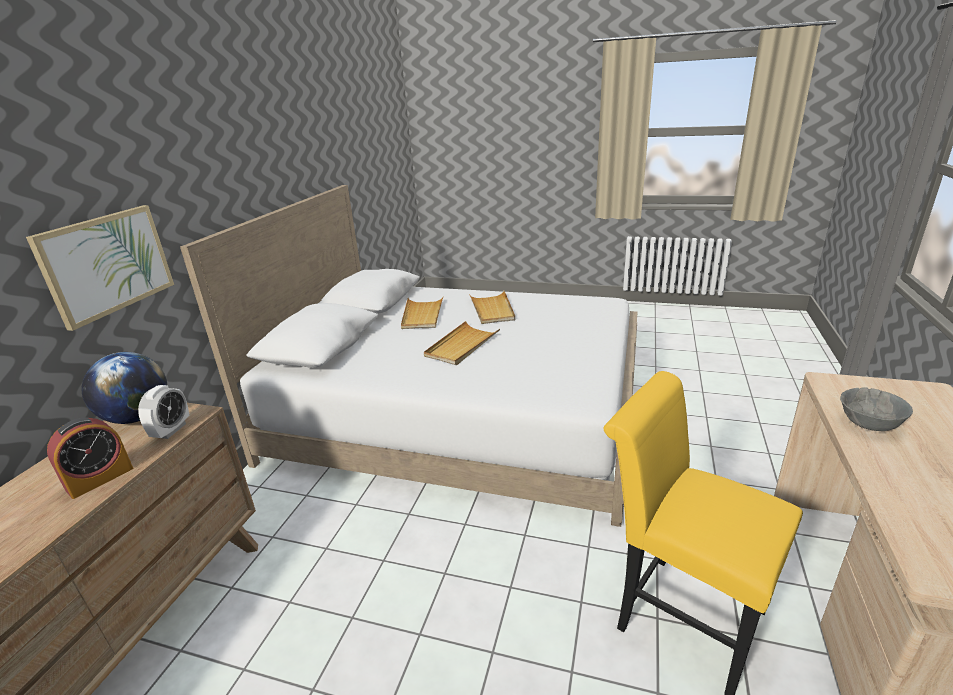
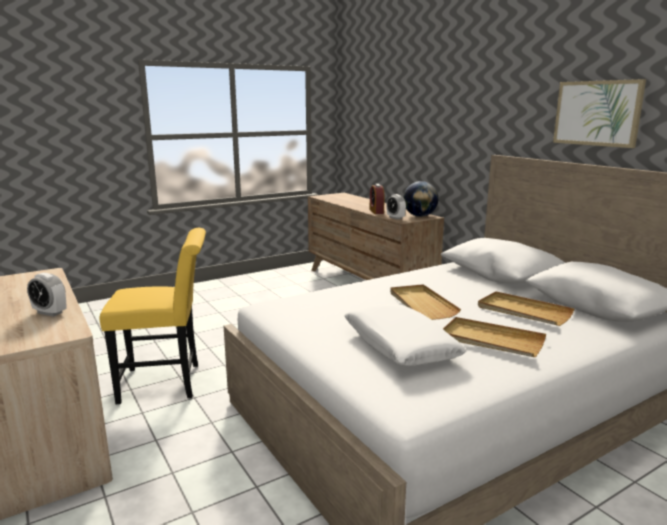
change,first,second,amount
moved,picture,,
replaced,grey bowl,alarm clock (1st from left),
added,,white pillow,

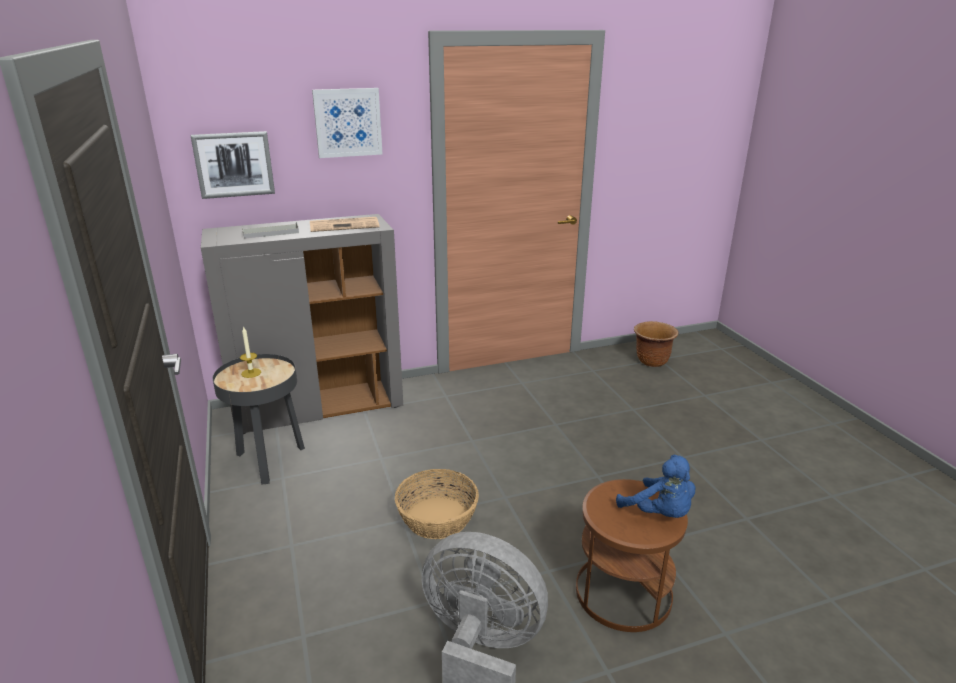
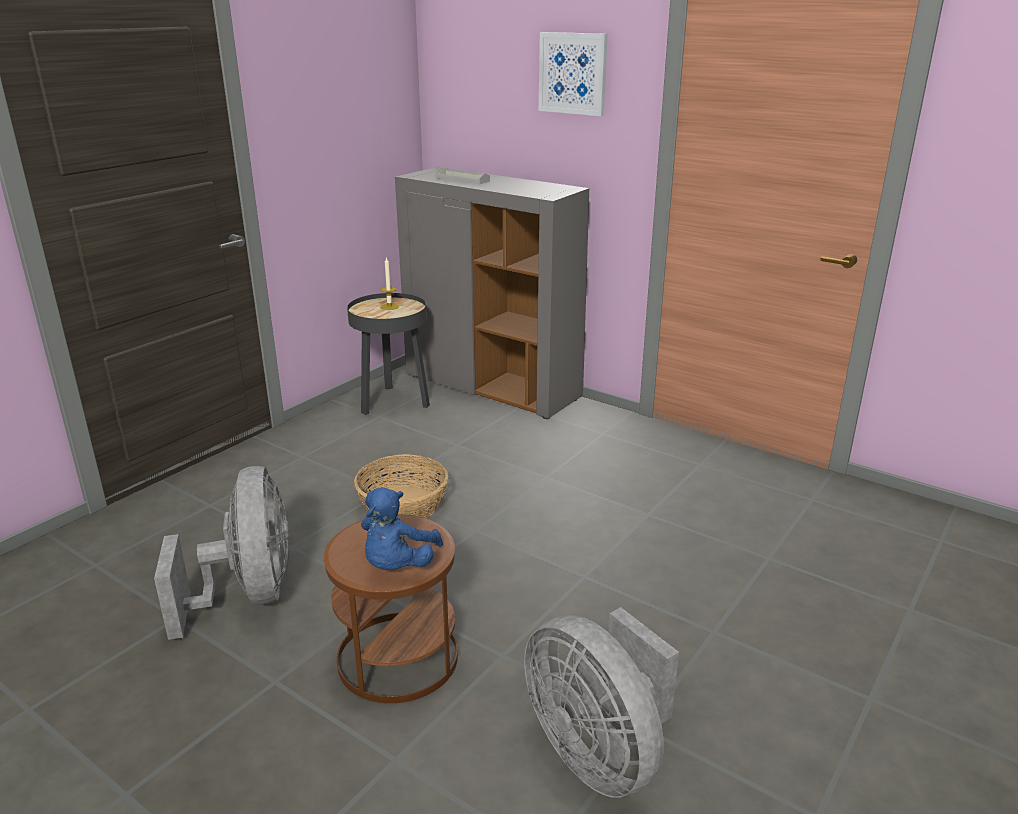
change,first,second,amount
removed,picture (1st from left),,
removed,newspaper,,
removed,brown planter,,
added,,grey fan (2nd from left),

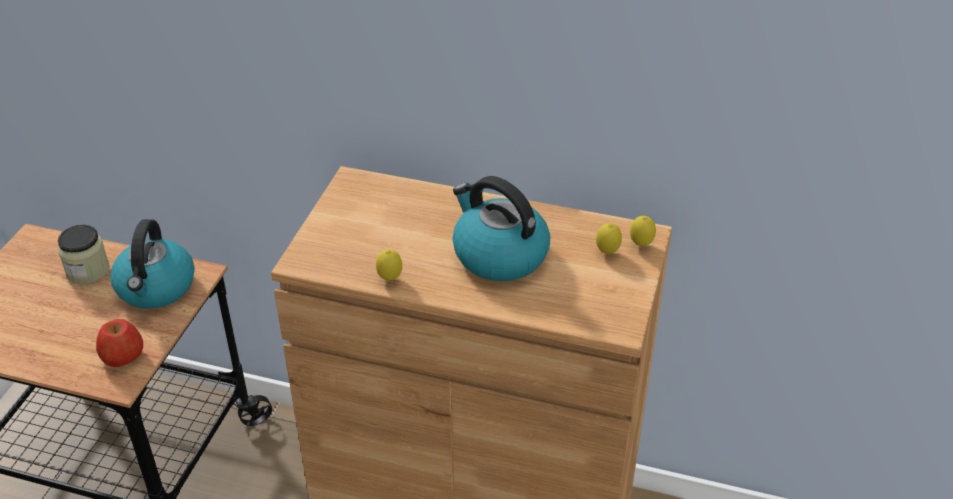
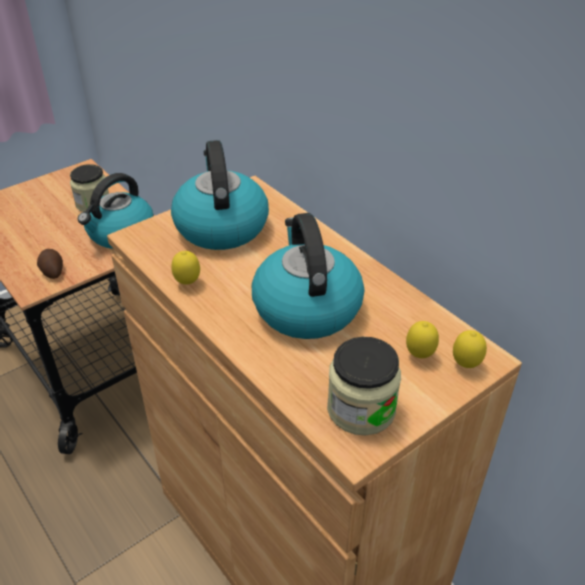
change,first,second,amount
replaced,apple,potato,
added,,kettle (2nd from left),
added,,jar (2nd from left),

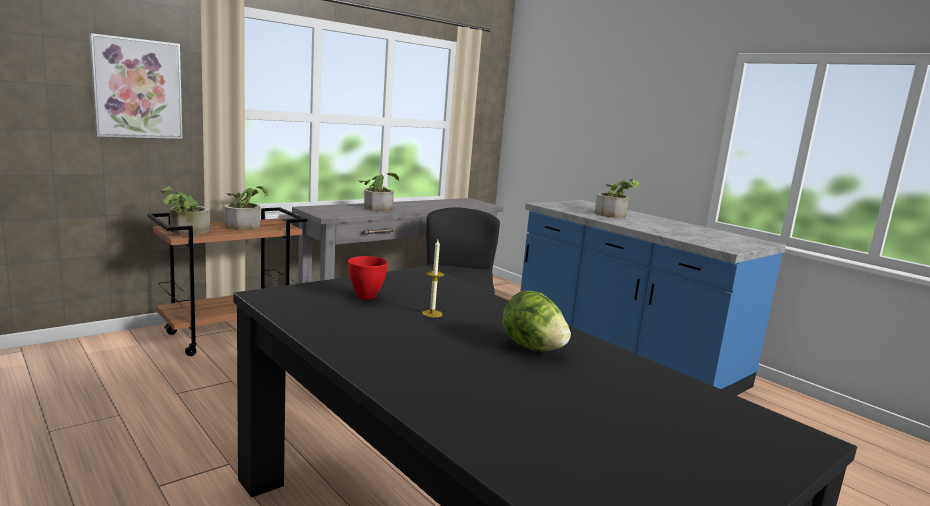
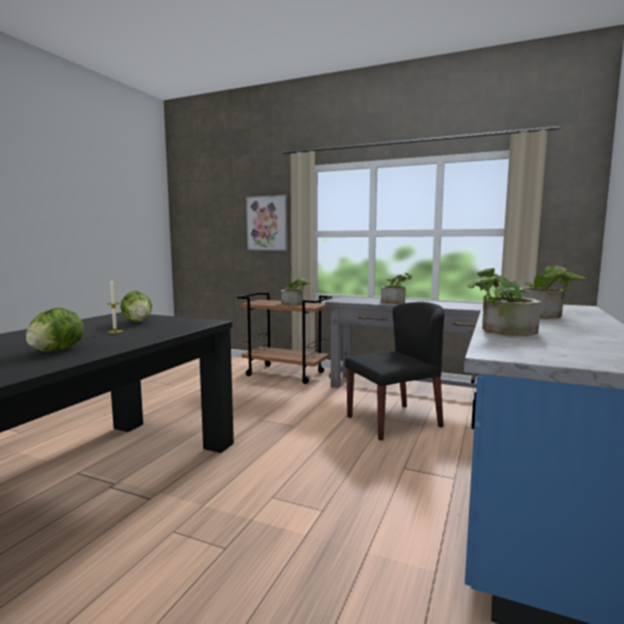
change,first,second,amount
moved,potted plant (1st from left in the first image),potted plant (3rd from left),
replaced,red bowl,lettuce (2nd from left),

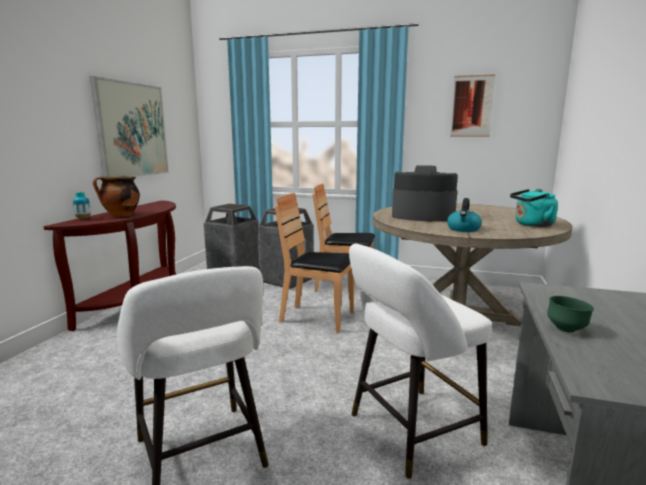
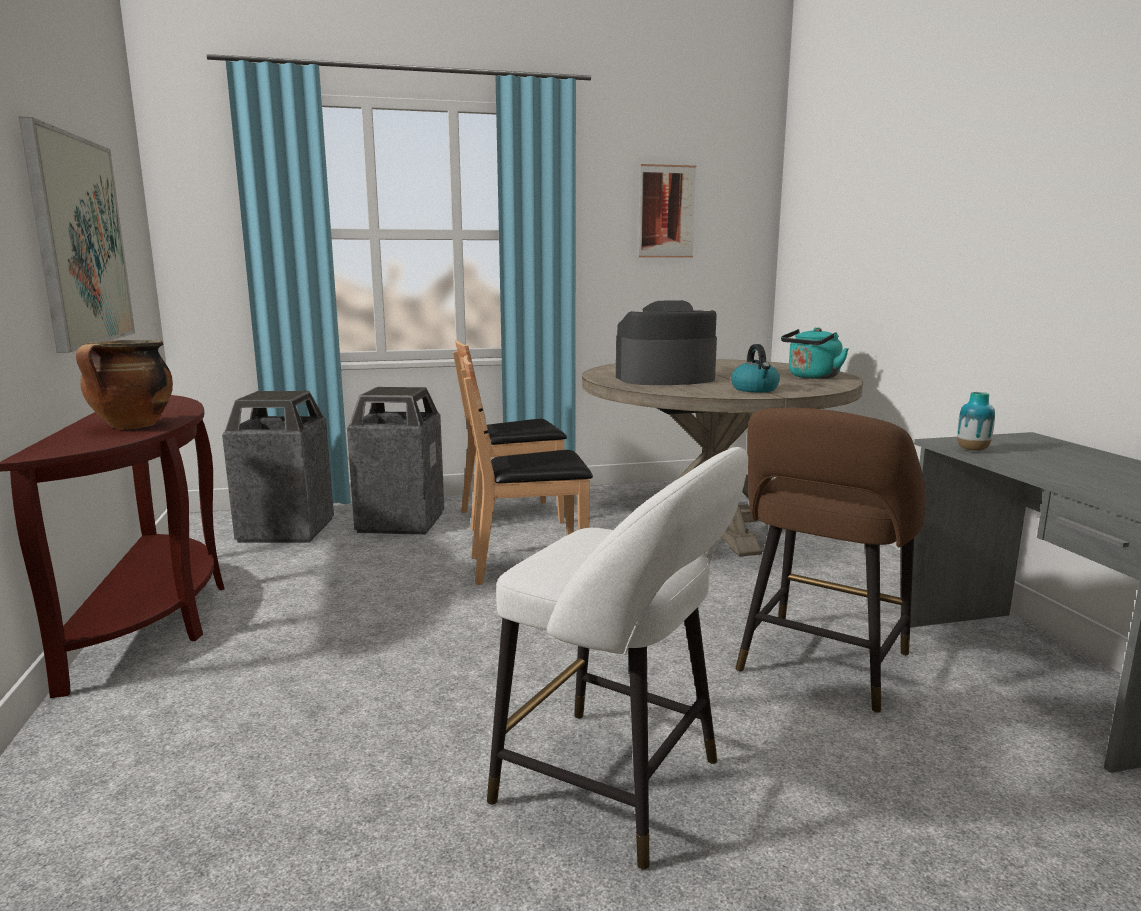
change,first,second,amount
moved,vase,,
recoloured,white stool (2nd from left),brown stool,
removed,green bowl,,

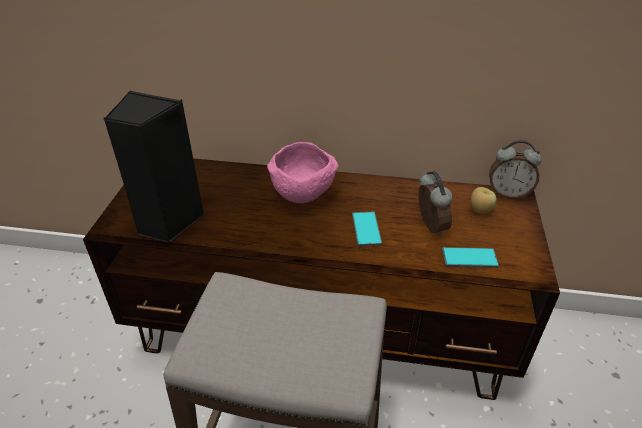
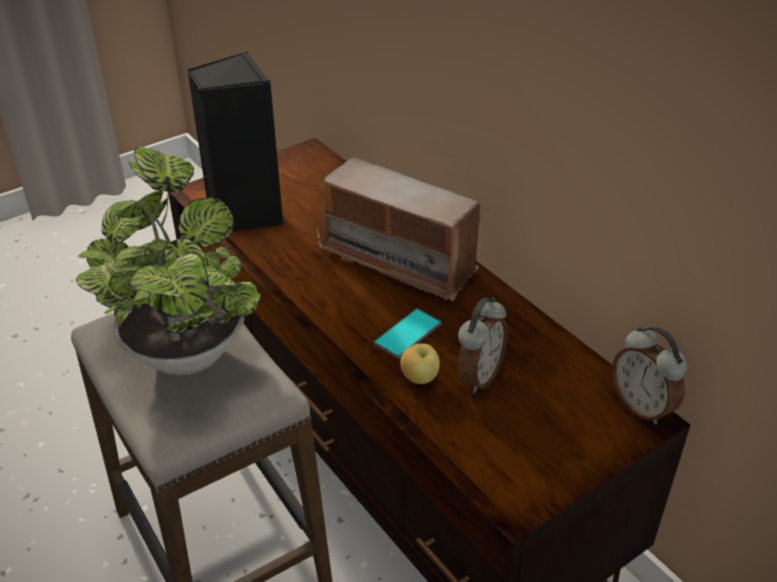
change,first,second,amount
replaced,pink bowl,radio,
moved,apple,,
removed,phone (2nd from left),,
added,,potted plant,

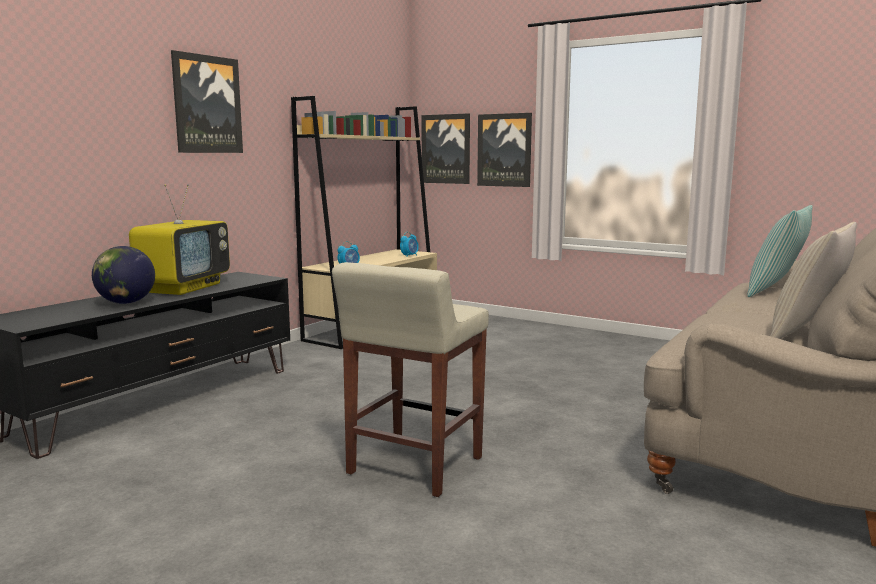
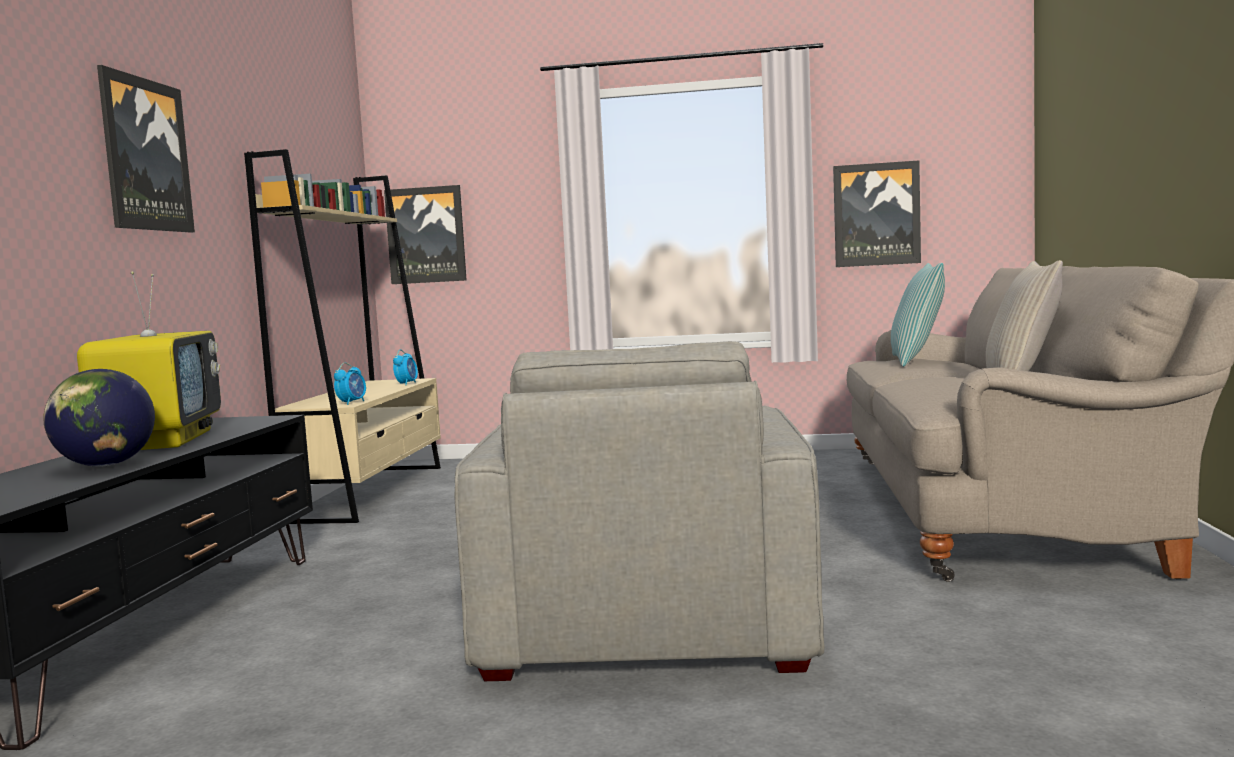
change,first,second,amount
moved,picture (3rd from left),,
replaced,beige stool,grey armchair,

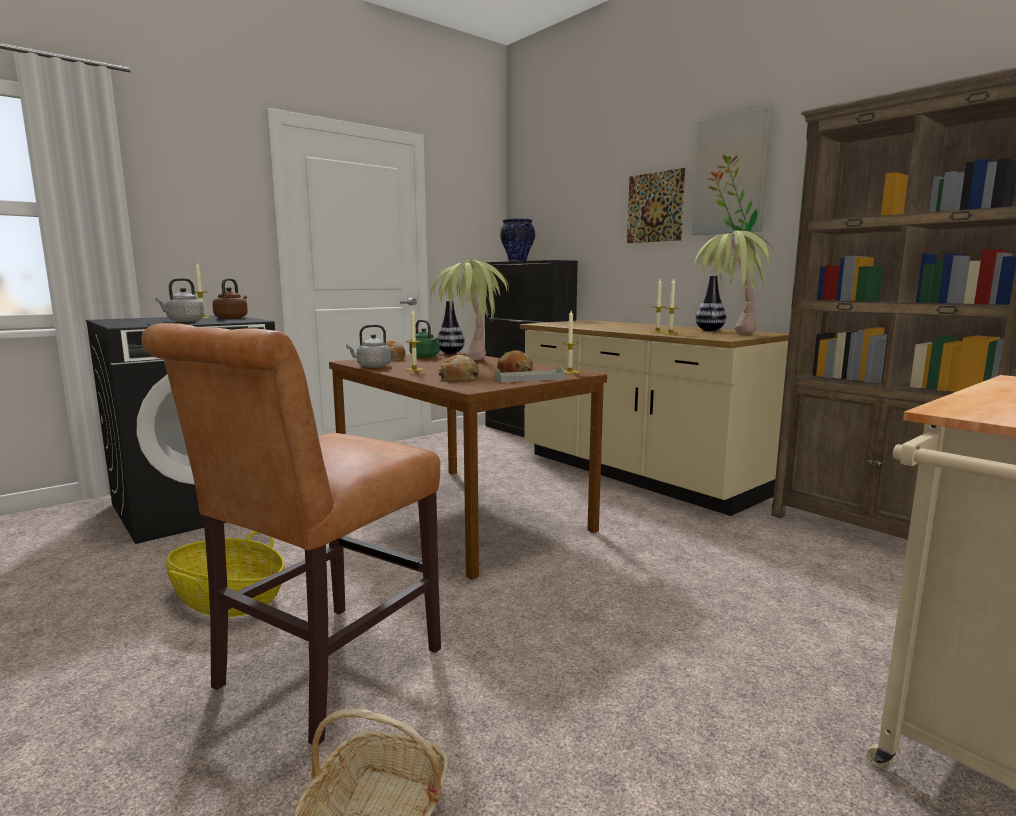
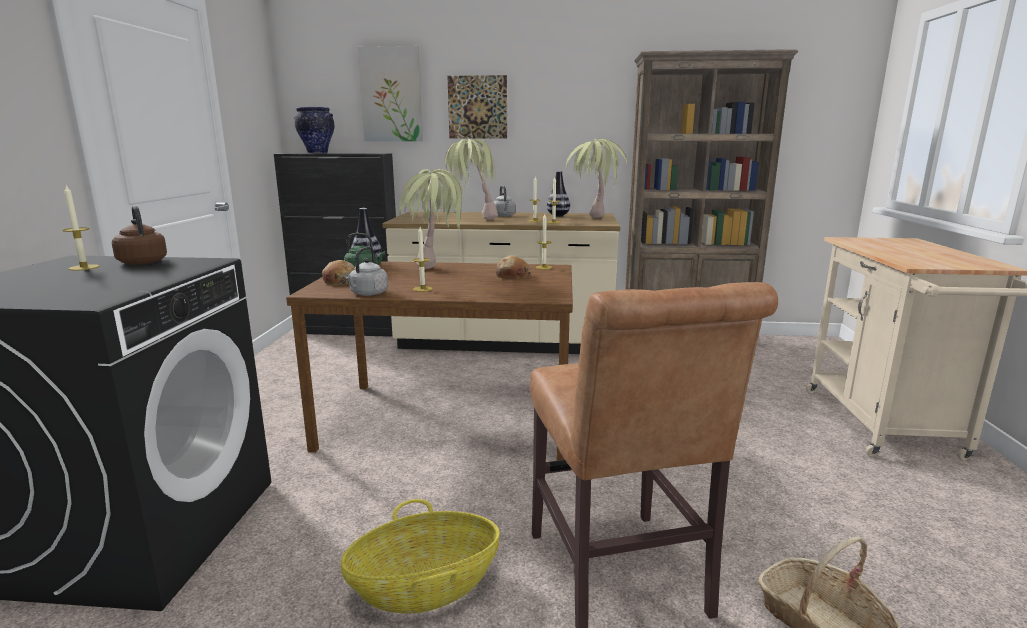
change,first,second,amount
moved,picture (2nd from left in the first image),picture (1st from left),
moved,grey kettle (1st from left in the first image),grey kettle (2nd from left),
removed,bread (2nd from left),,
removed,grey tray,,
added,,potted plant (2nd from left),

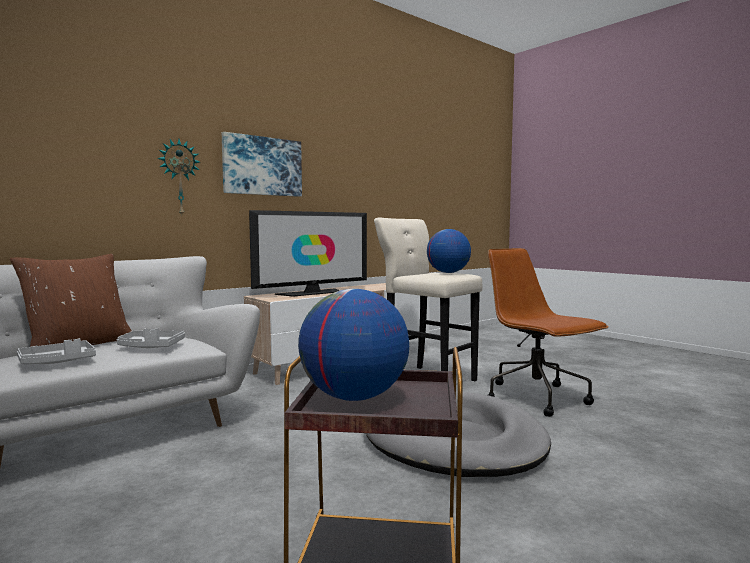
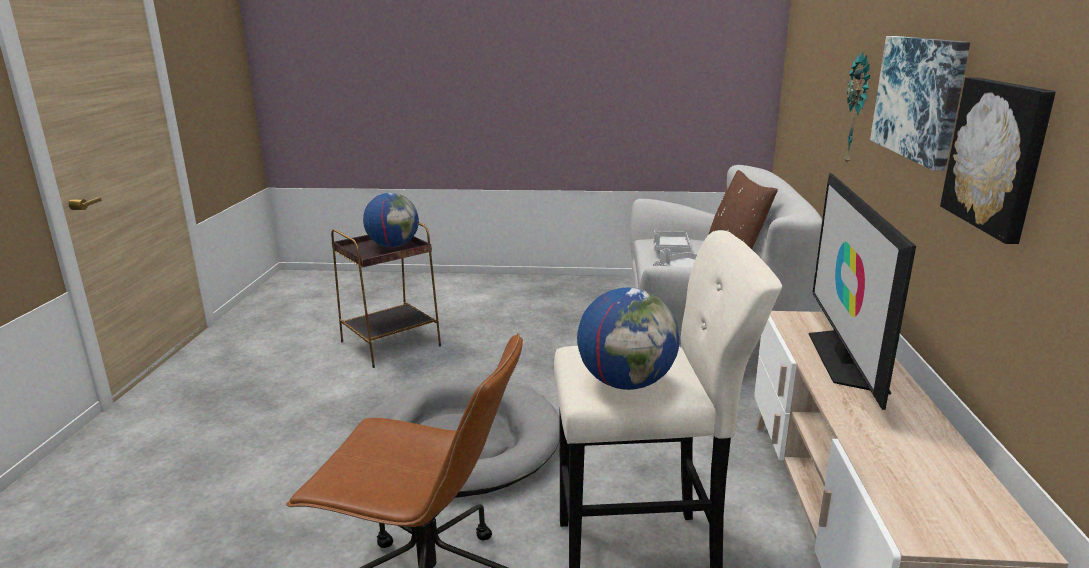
change,first,second,amount
added,,picture (2nd from left),

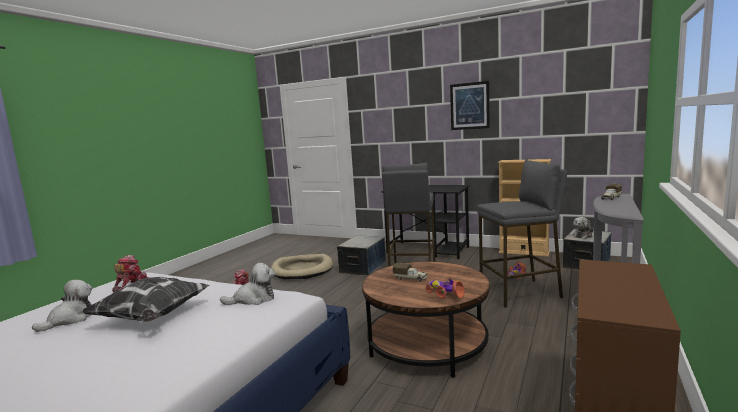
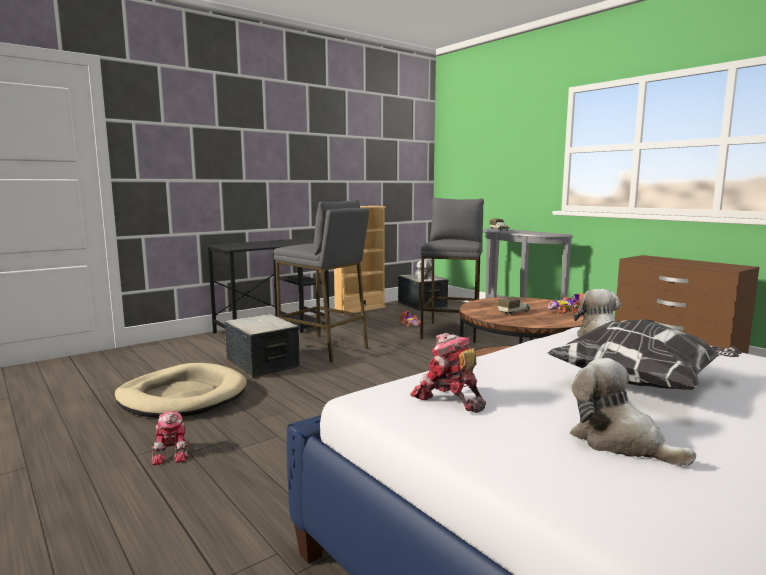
change,first,second,amount
removed,picture,,

